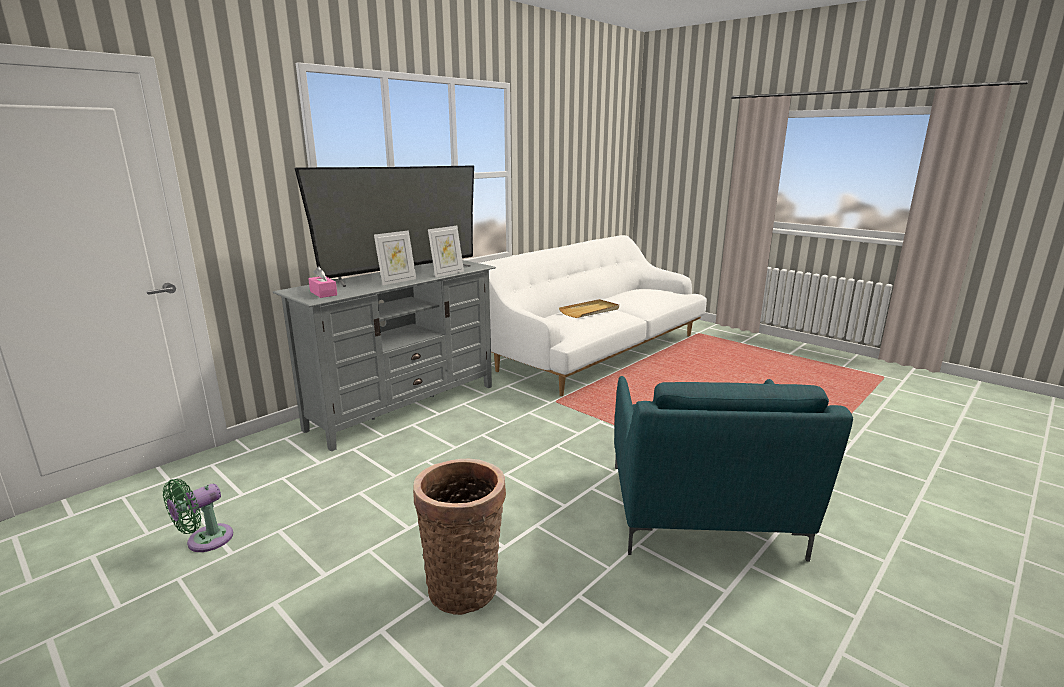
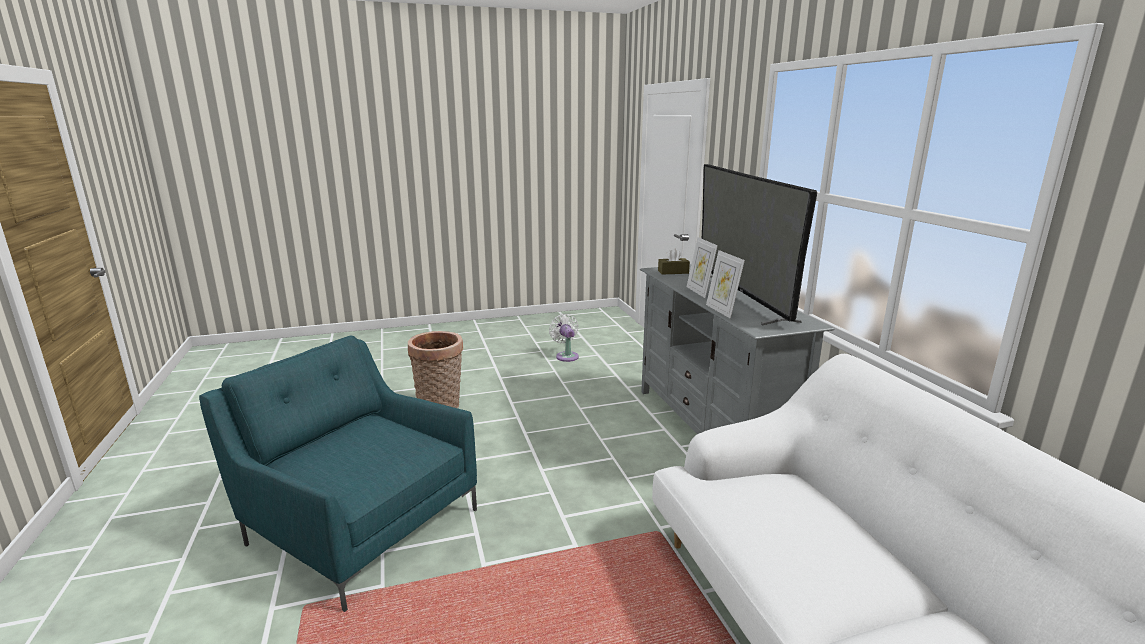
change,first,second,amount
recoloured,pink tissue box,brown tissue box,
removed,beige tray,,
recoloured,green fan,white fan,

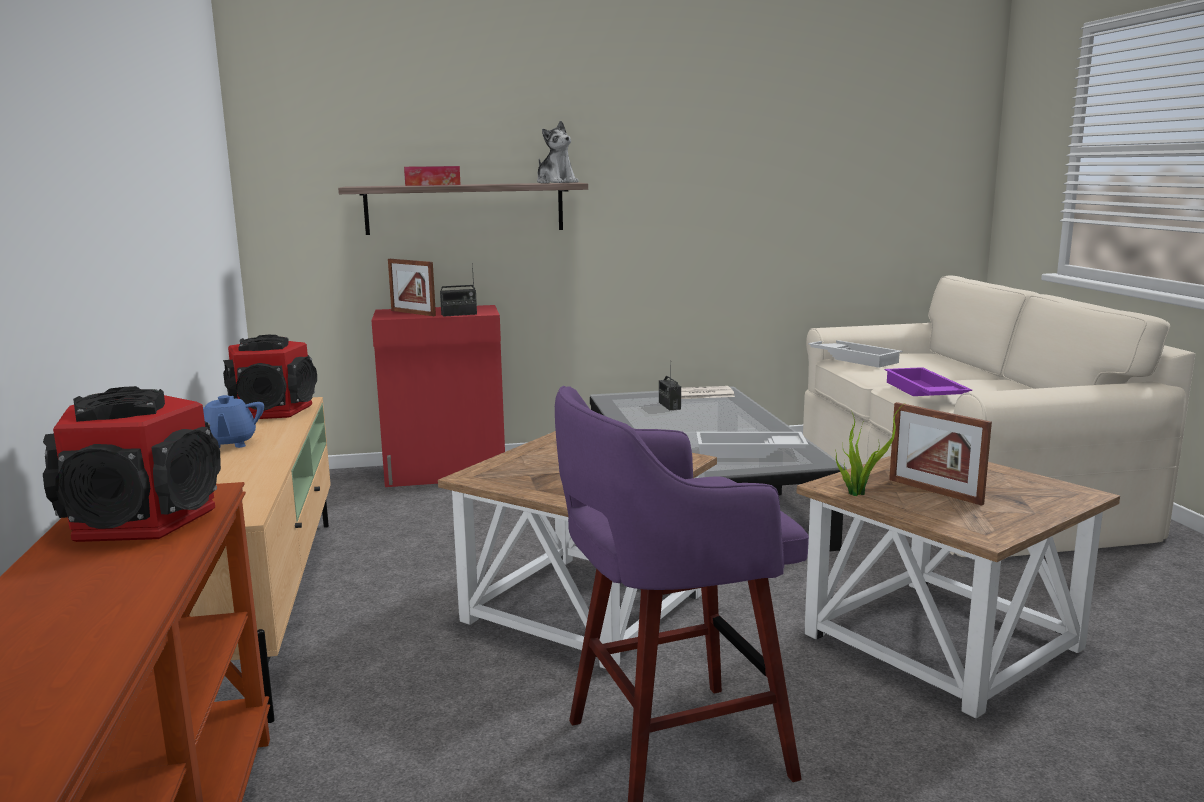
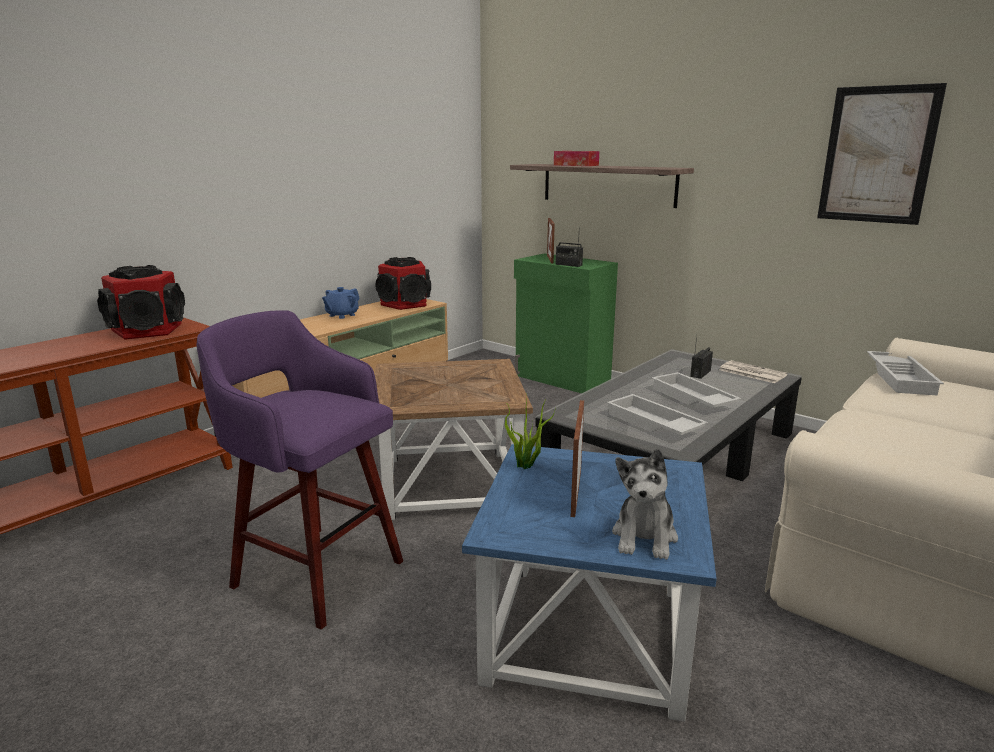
change,first,second,amount
moved,plush toy,,
recoloured,red cabinet,green cabinet,
removed,purple tray,,
recoloured,brown side table (2nd from left),blue side table,
added,,picture,
added,,white tray (2nd from left),

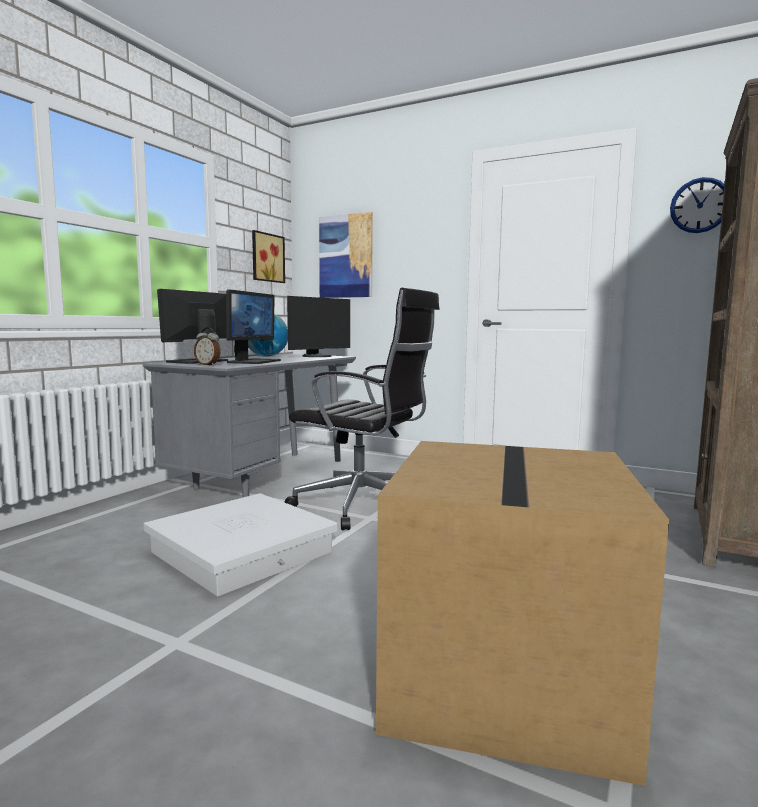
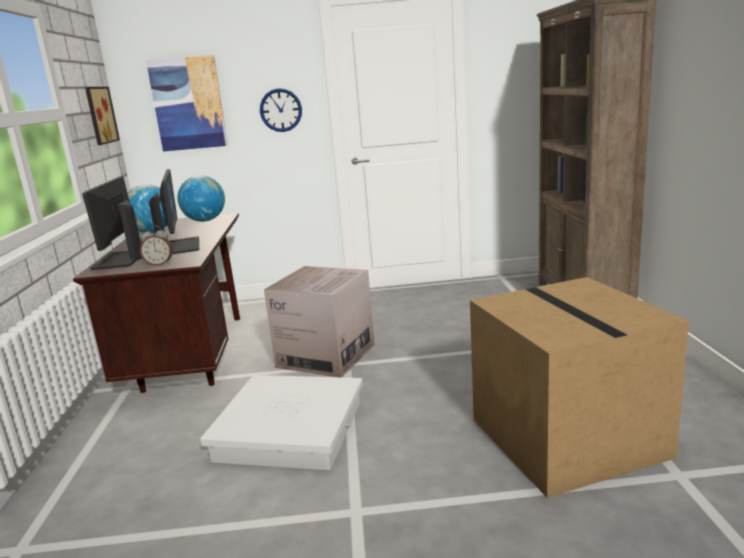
change,first,second,amount
moved,wall clock,,
replaced,black office chair,cardboard box (1st from left),
replaced,monitor (3rd from left),globe (2nd from left),
recoloured,grey desk,brown desk,

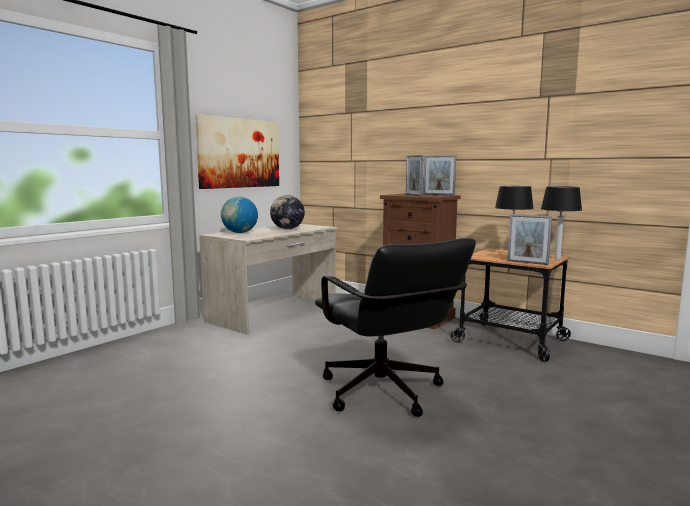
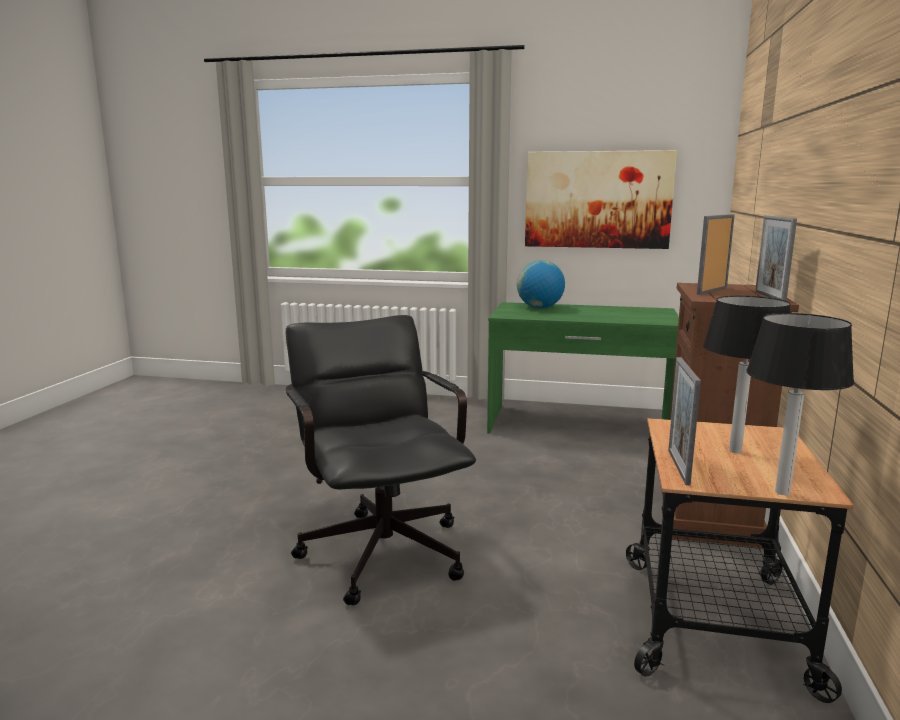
change,first,second,amount
removed,globe (2nd from left),,
recoloured,beige desk,green desk,
turned,black office chair,,120 degrees clockwise

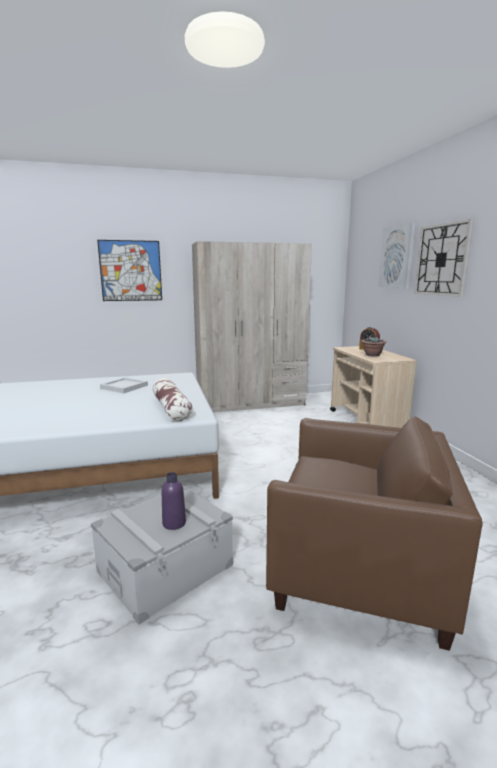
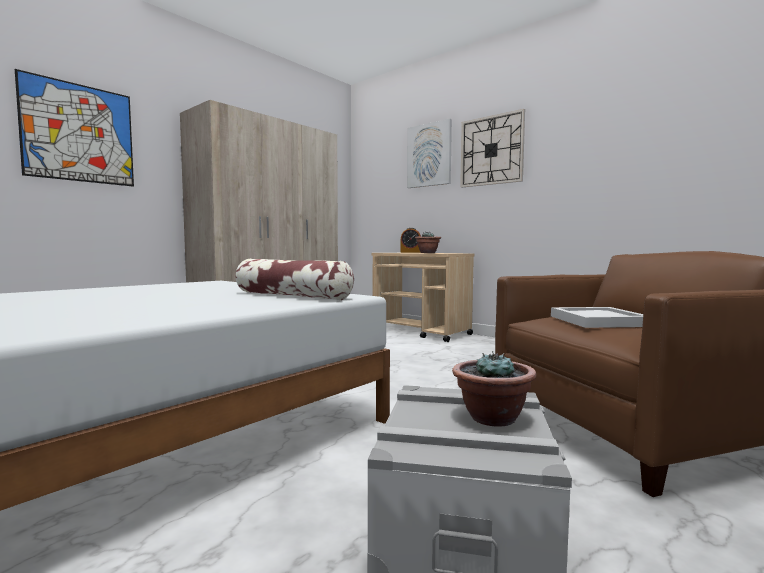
change,first,second,amount
moved,white tray,,
replaced,purple bottle,potted plant (2nd from left),

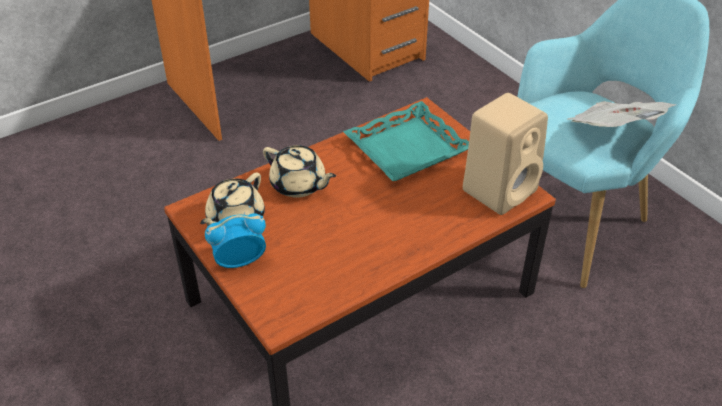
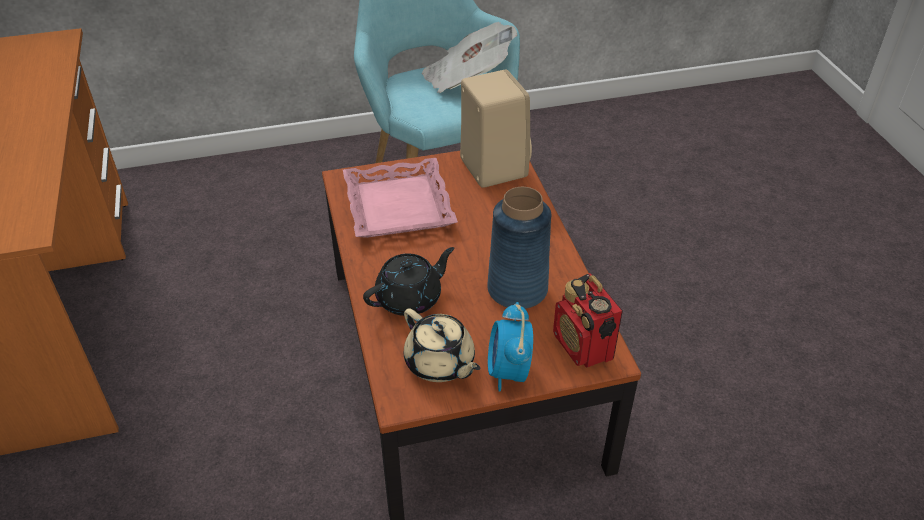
change,first,second,amount
recoloured,turquoise tray,pink tray,
recoloured,beige teapot (2nd from left),black teapot,
added,,blue vase,
added,,radio,

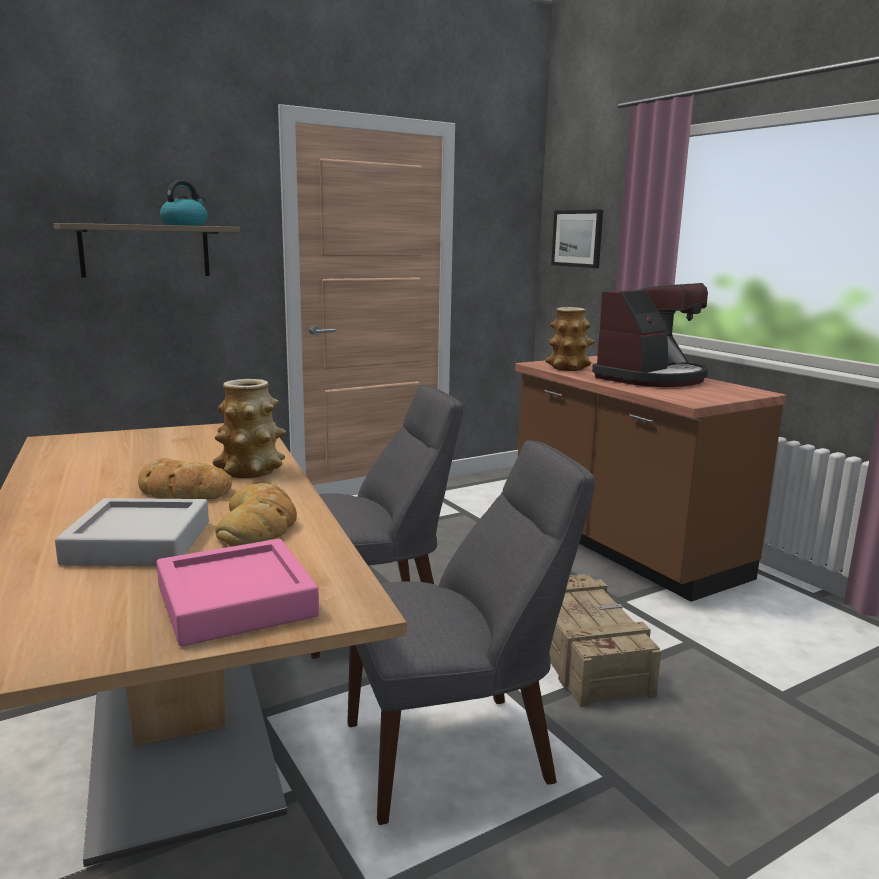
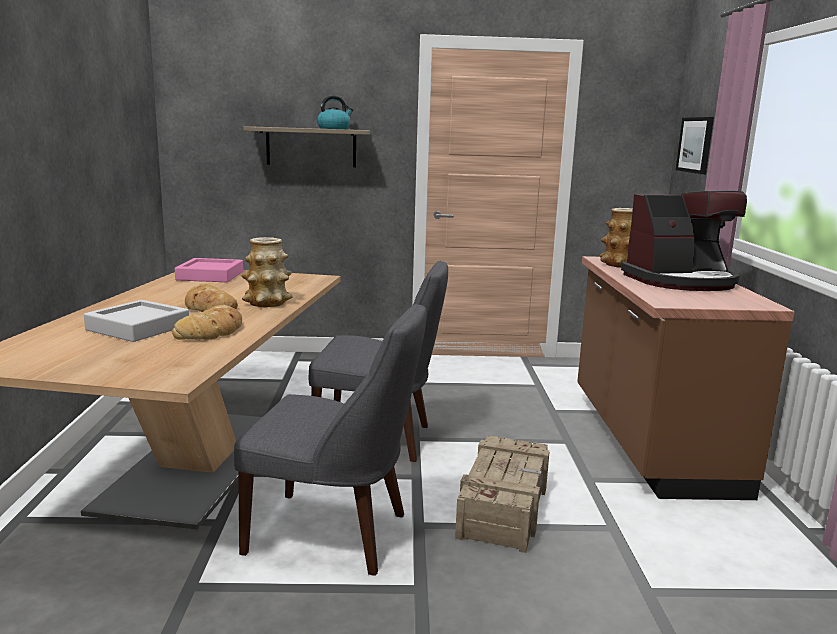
change,first,second,amount
moved,pink tray,,

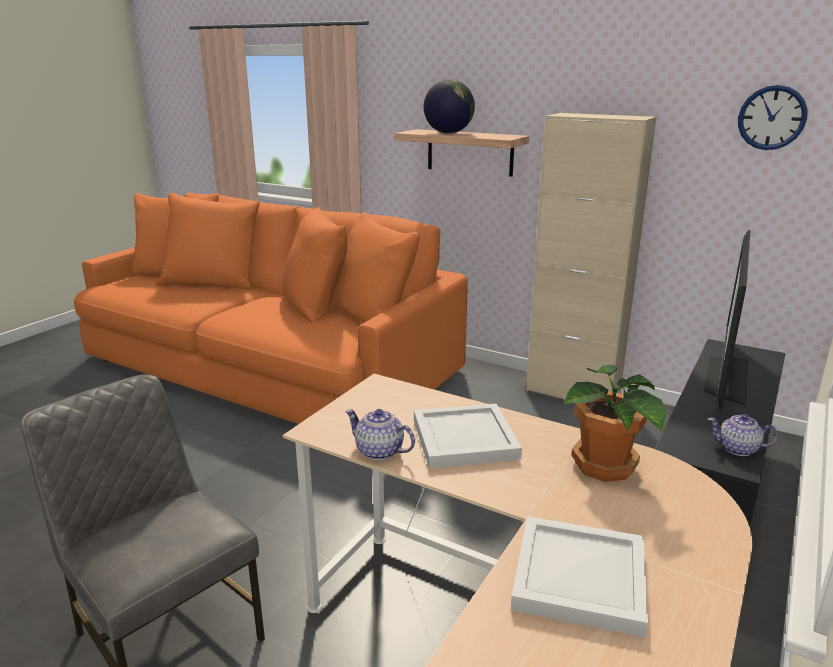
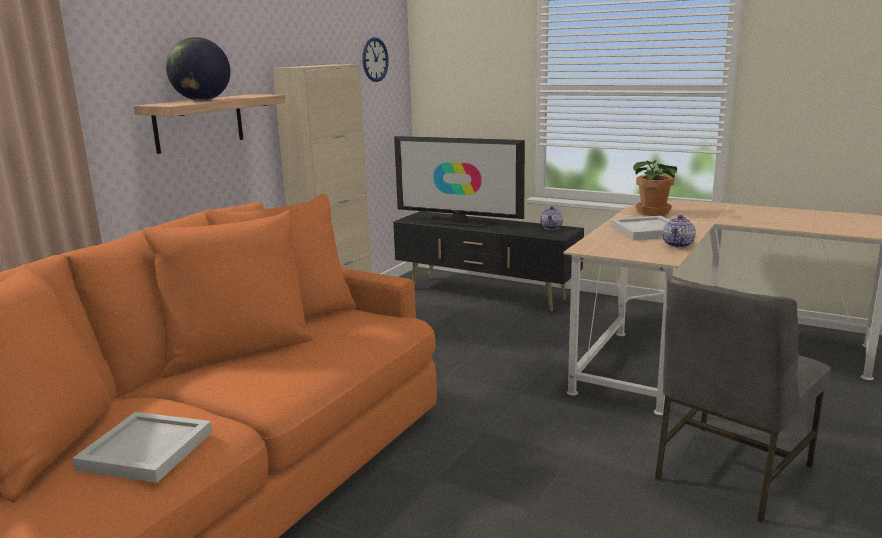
change,first,second,amount
moved,white tray (2nd from left in the first image),white tray (1st from left),

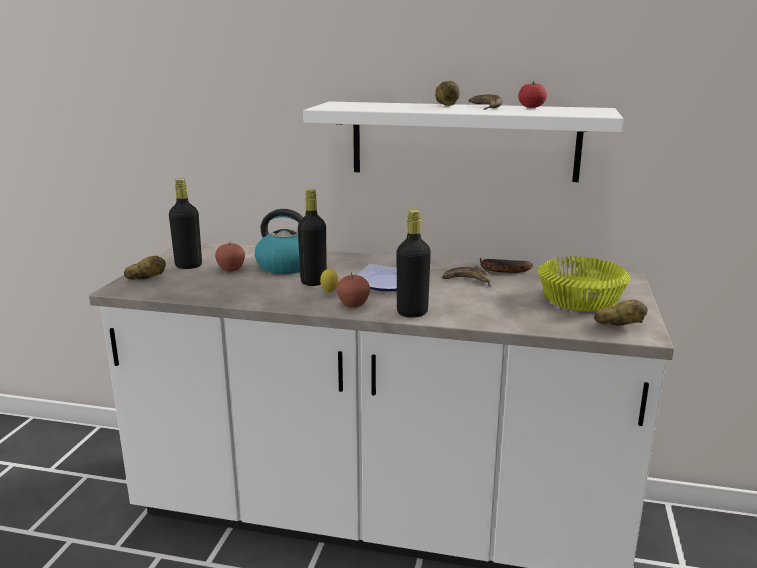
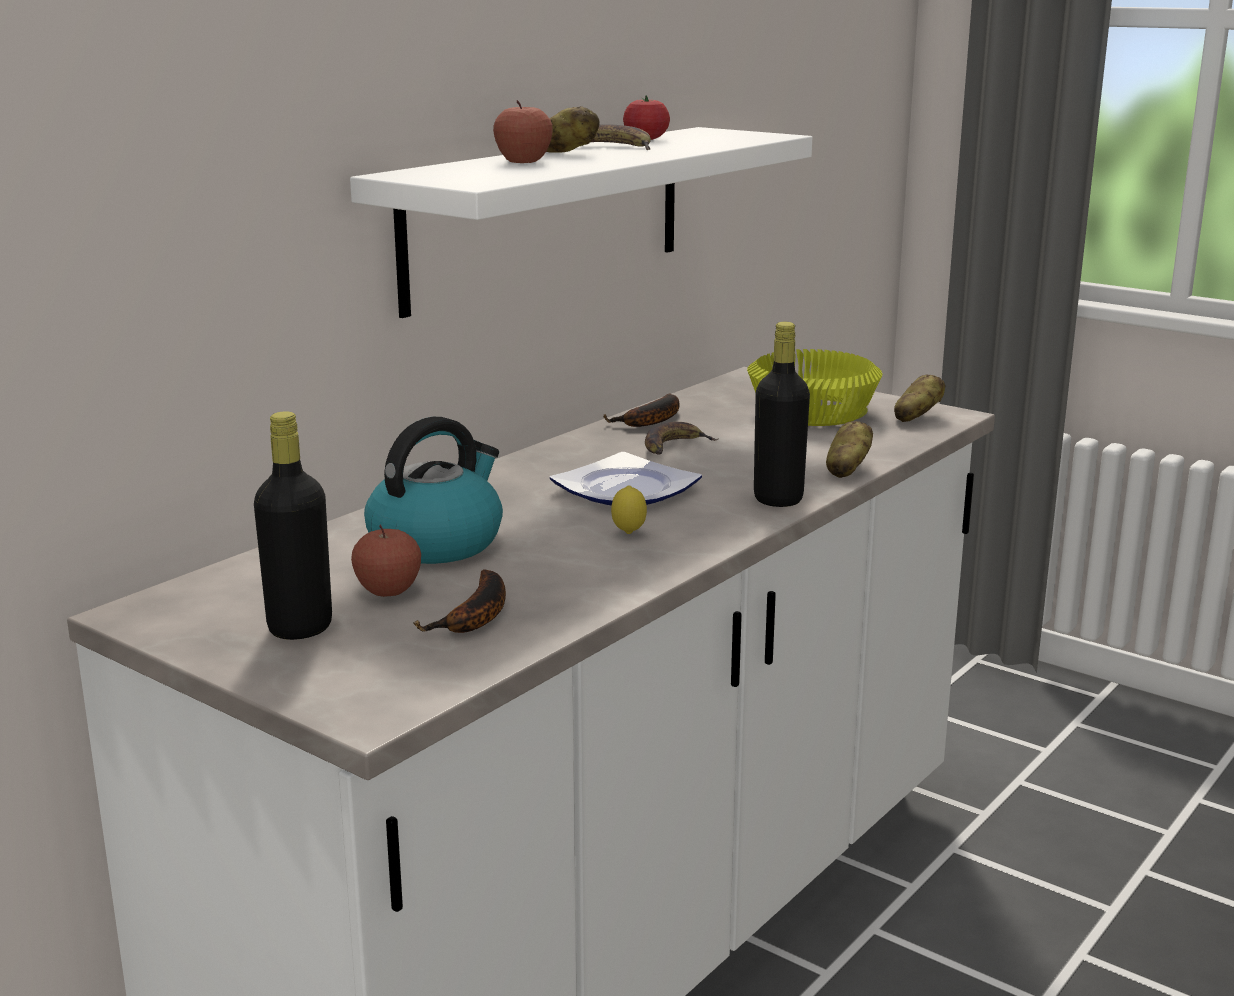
change,first,second,amount
removed,black bottle (2nd from left),,
moved,potato (1st from left in the first image),potato (2nd from left),
moved,apple (2nd from left),,
added,,banana (1st from left),

